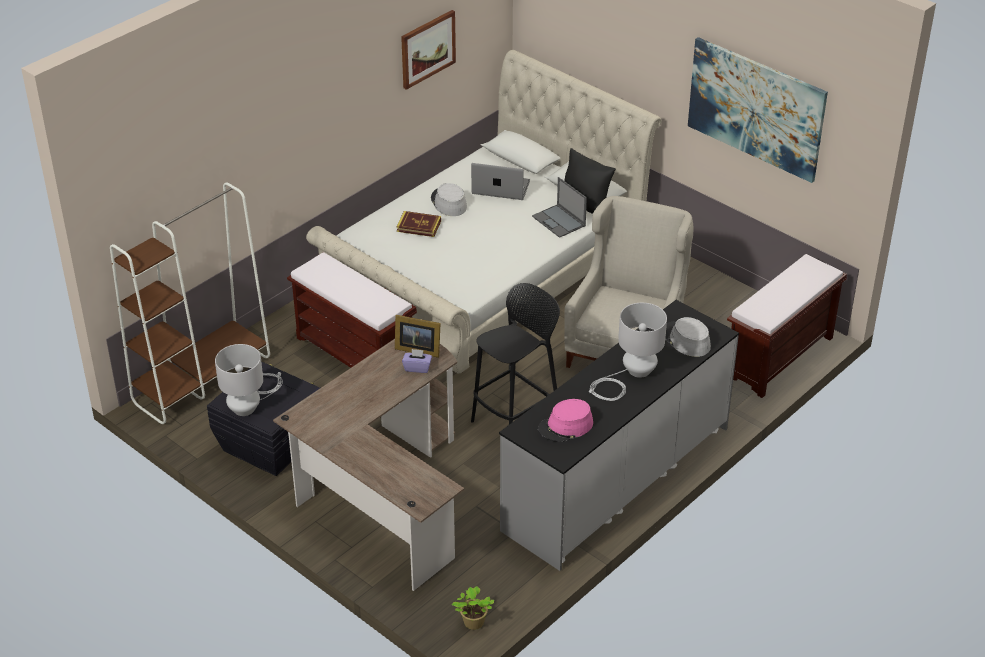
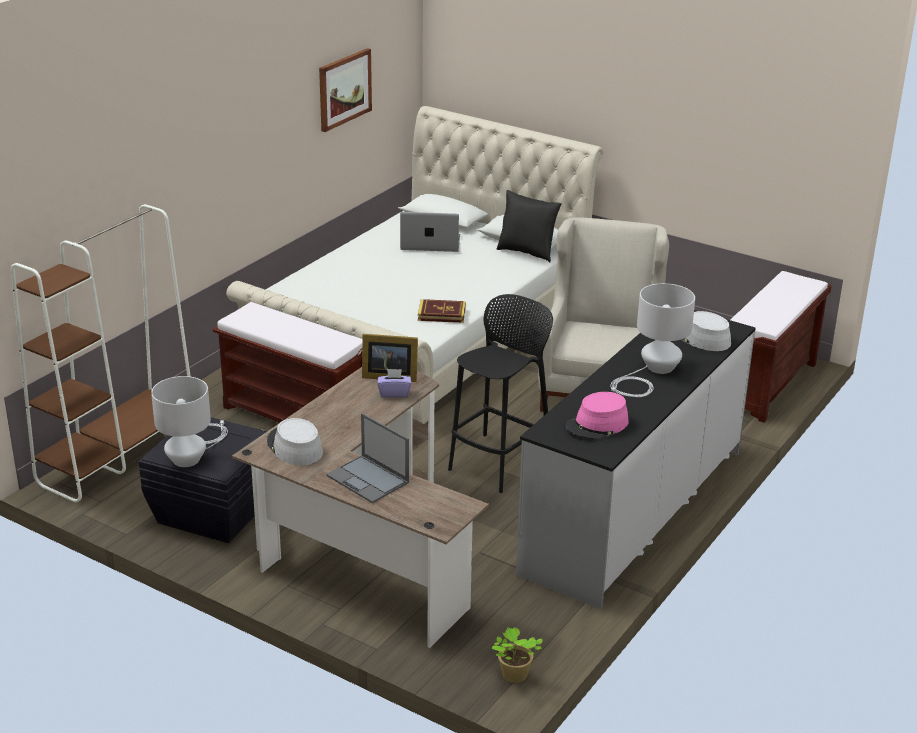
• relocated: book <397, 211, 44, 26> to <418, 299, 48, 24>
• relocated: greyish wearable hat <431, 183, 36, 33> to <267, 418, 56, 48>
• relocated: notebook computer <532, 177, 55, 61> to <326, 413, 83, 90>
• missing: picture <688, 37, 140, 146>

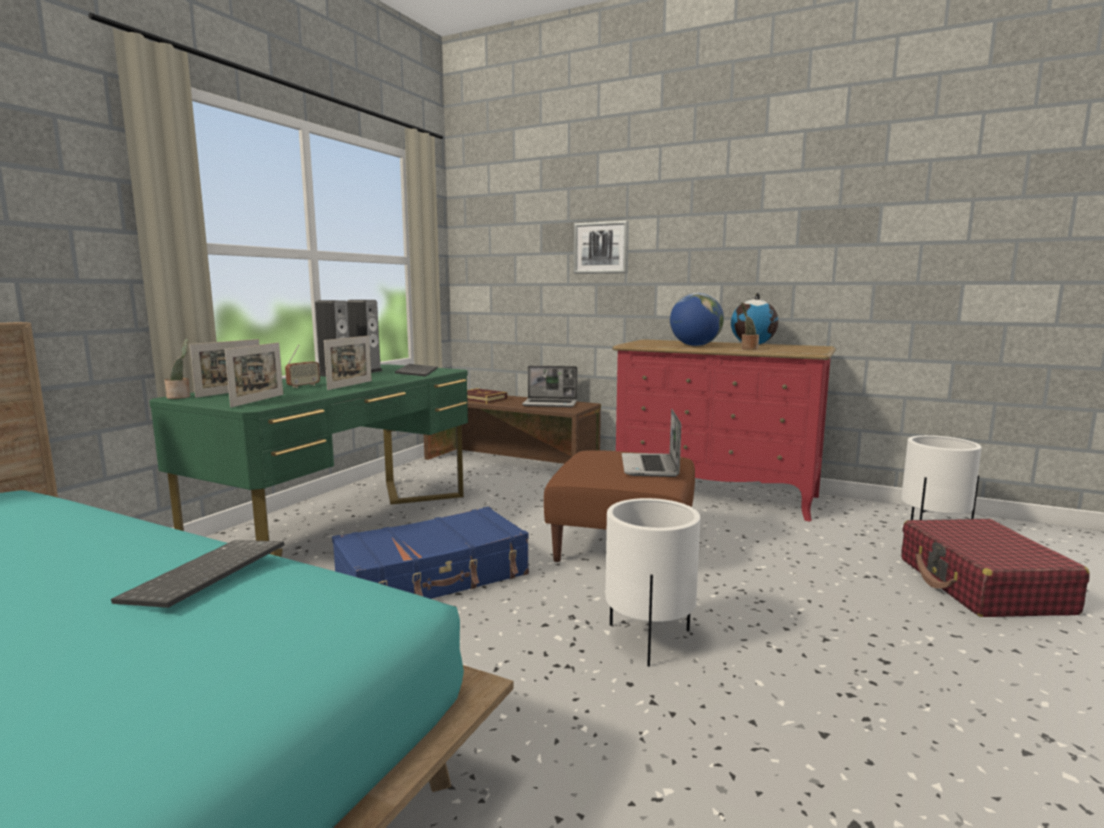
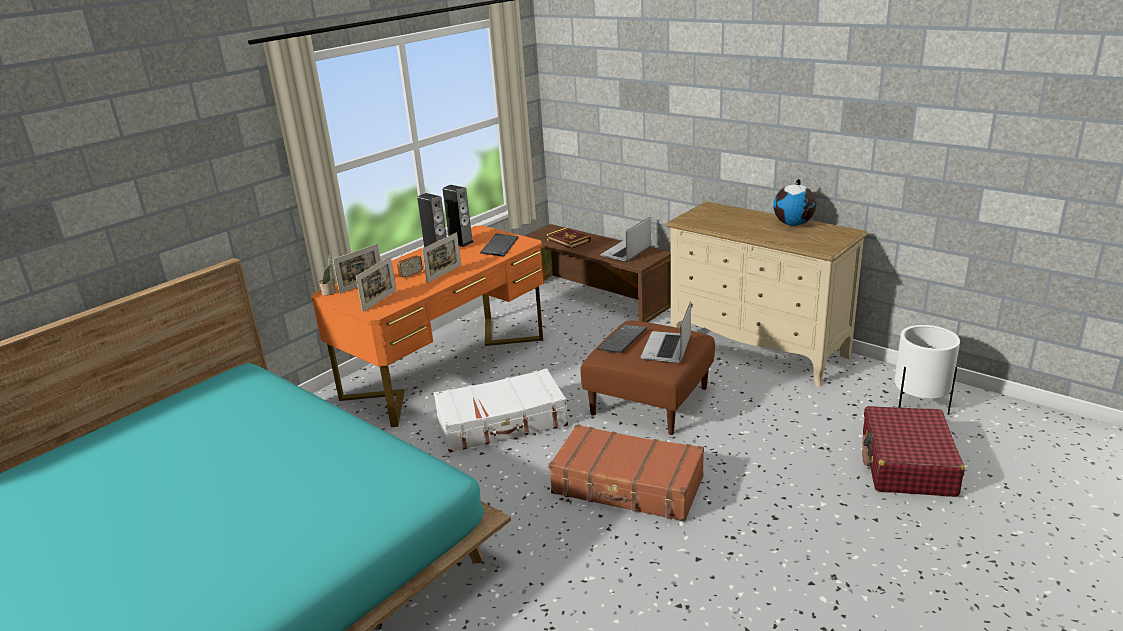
• relocated: keyboard <111, 540, 173, 68> to <597, 325, 50, 28>
• colour: green-coloured desk unit <149, 364, 319, 193> to orange desk unit <311, 225, 233, 202>
• colour: blue travel case <332, 506, 197, 93> to white travel case <434, 368, 134, 85>
• spun: notebook computer <522, 365, 56, 42> = <600, 217, 51, 45> 105 degrees clockwise
• missing: picture <574, 221, 55, 53>
• exchanged: white planter <605, 498, 95, 169> to brown-coloured travel case <549, 424, 155, 98>
• colour: red-coloured drawer chest <612, 339, 224, 183> to sand-coloured drawer chest <665, 201, 204, 186>
• missing: globe <670, 293, 54, 53>
• missing: houseplant <741, 302, 18, 48>

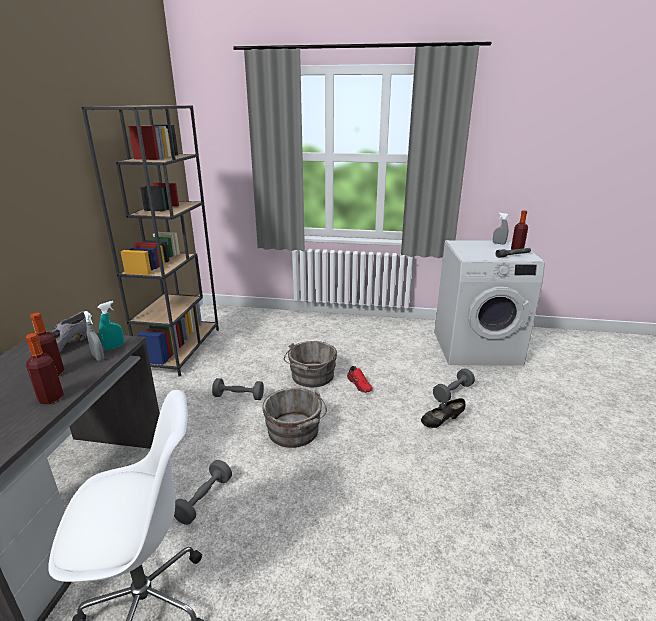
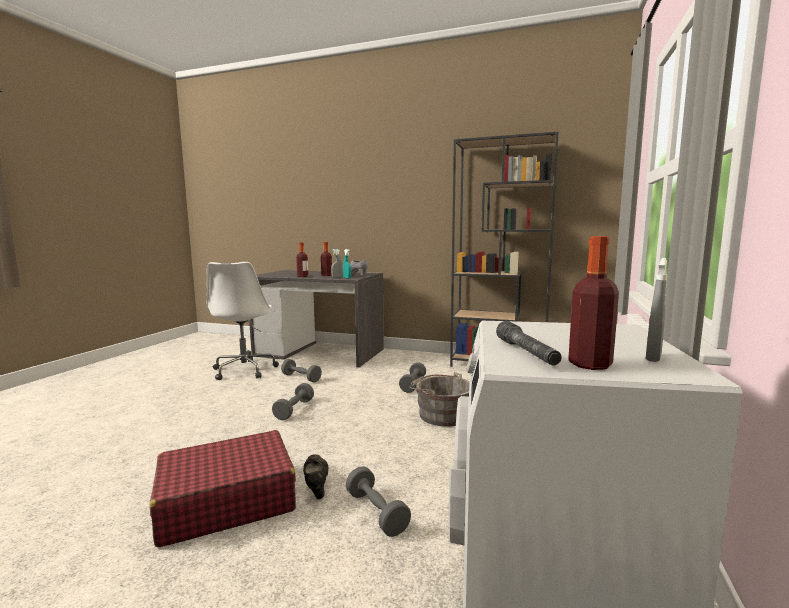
• missing: greyish pail <262, 388, 65, 60>
• missing: red-coloured low shoe <347, 366, 26, 27>
• appeared: red-coloured travel case <150, 430, 146, 118>
• appeared: greyish dumbbell <272, 383, 42, 37>

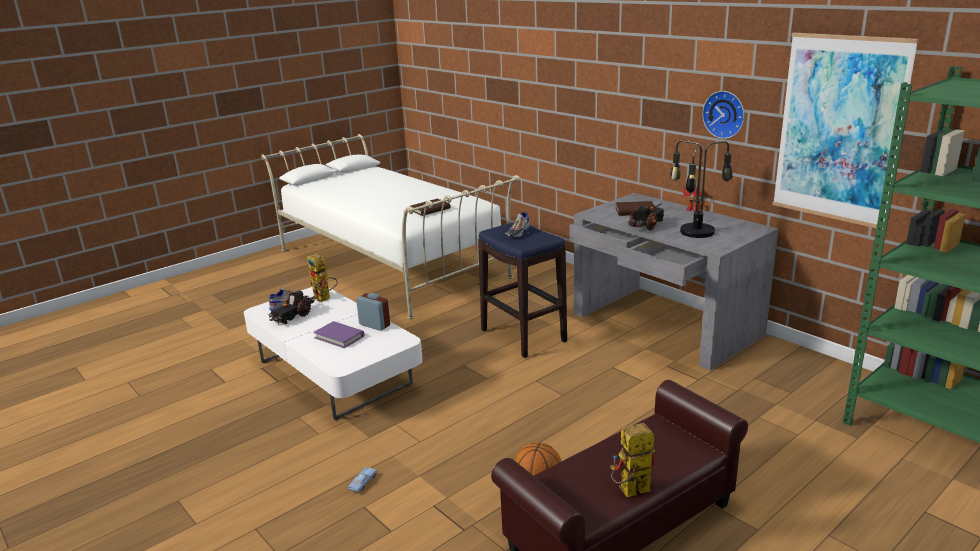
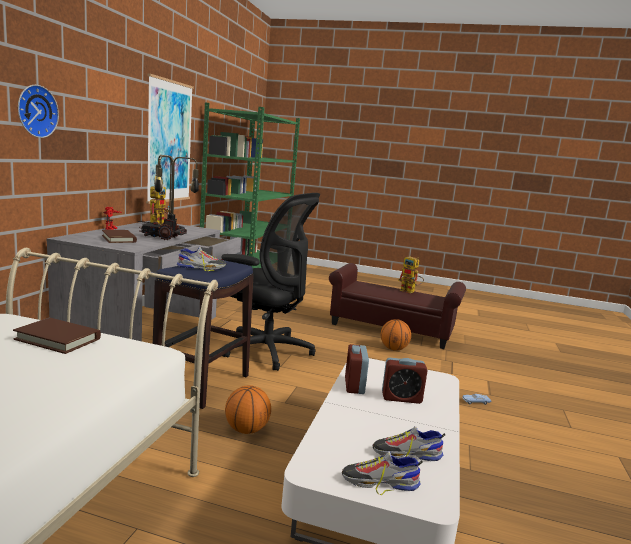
• exchanged: model truck <268, 292, 47, 32> to low shoe <372, 426, 74, 35>
• relocated: robot figure <307, 253, 31, 49> to <150, 186, 19, 38>
• exchanged: purplish book <313, 321, 52, 27> to alarm clock <382, 358, 46, 46>
• relocated: clock on the wall <702, 91, 43, 48> to <18, 85, 41, 53>
• appeared: black-coloured office chair <222, 193, 98, 178>
• appeared: basketball <225, 385, 46, 49>

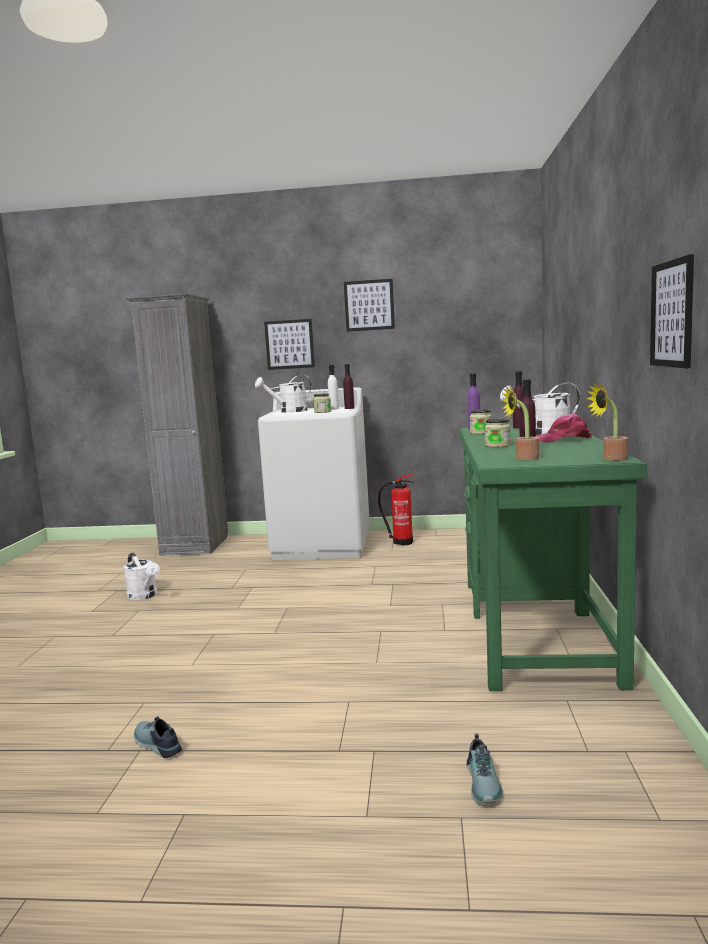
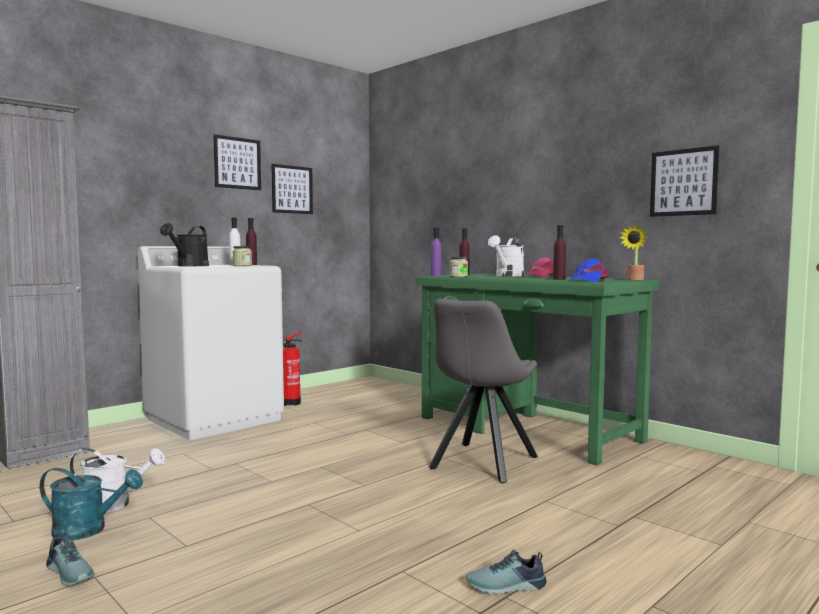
• colour: white watering pot <255, 375, 57, 37> to black-coloured watering pot <160, 223, 49, 43>
• relocated: picture <264, 319, 51, 51> to <271, 164, 42, 50>
• relocated: low shoe <467, 733, 36, 70> to <46, 533, 49, 53>
• missing: storage jar <485, 418, 26, 29>
• exchanged: houseplant <502, 385, 37, 75> to blue peaked cap <569, 258, 39, 24>
• appeared: blue-green watering pot <40, 468, 103, 73>
• appeared: greyish upright chair <429, 299, 109, 184>

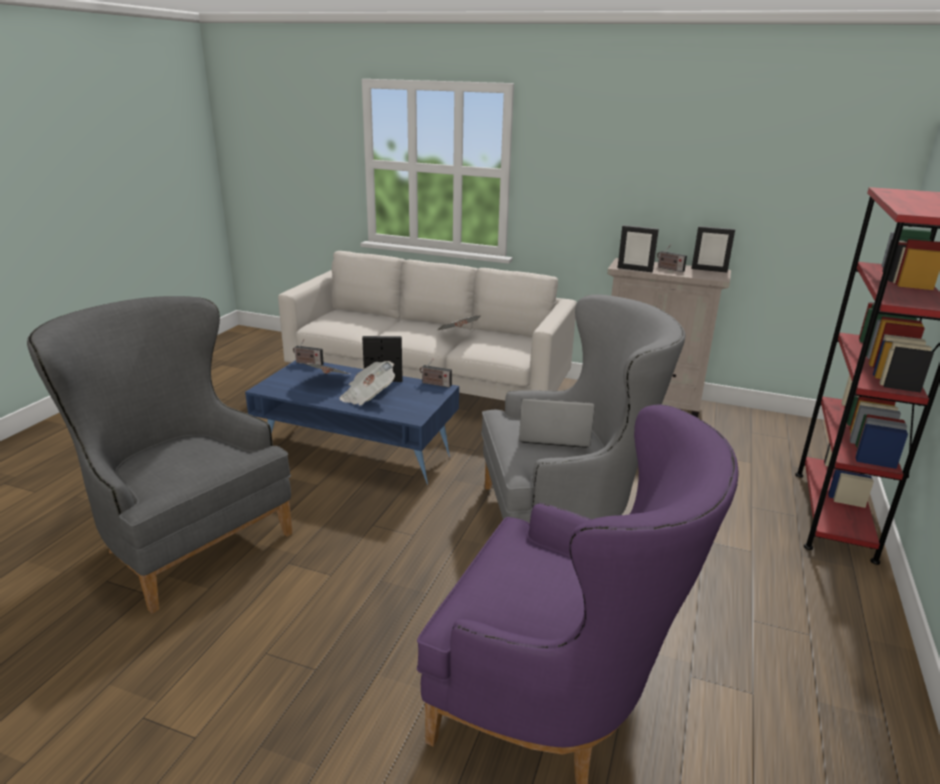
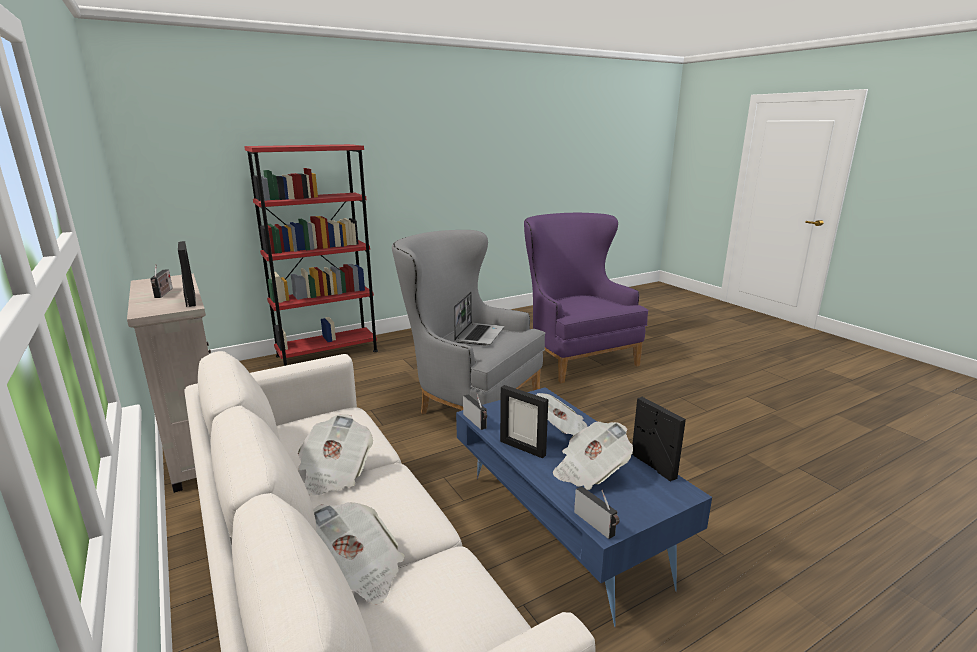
• missing: greyish armchair <27, 296, 266, 318>
• spun: notebook computer <519, 398, 76, 50> = <454, 292, 50, 53> 120 degrees counterclockwise
• relocated: picture frame <691, 226, 44, 46> to <632, 397, 54, 85>
• appeared: daily paper <313, 502, 92, 103>

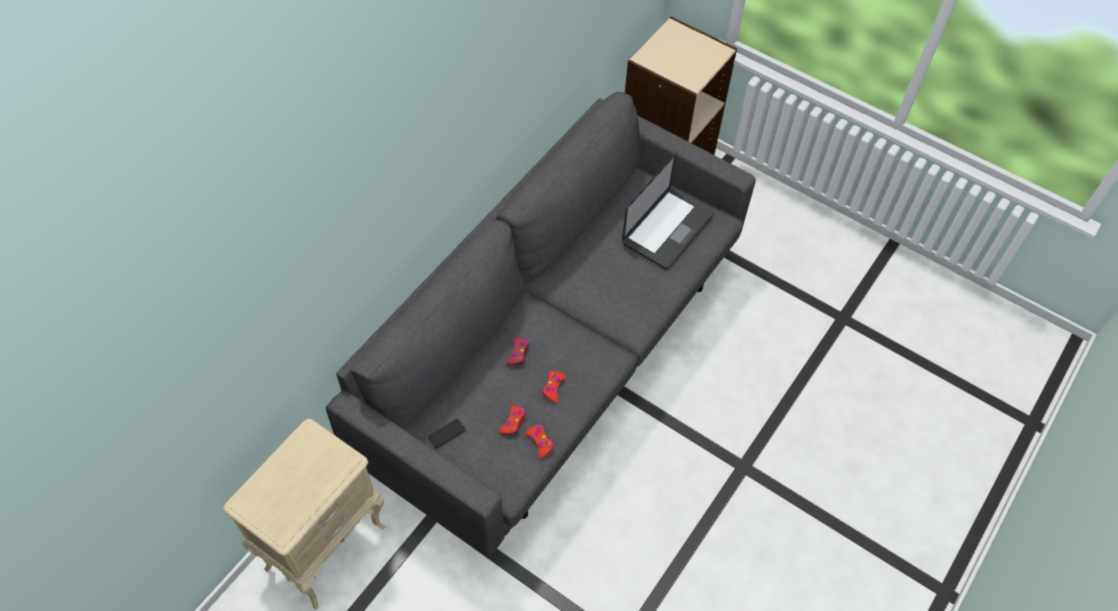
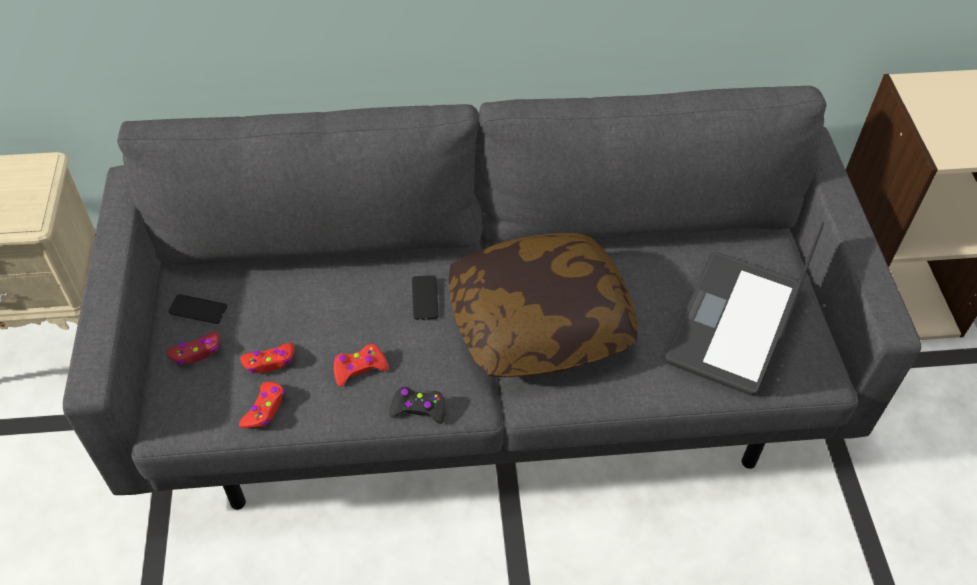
• relocated: red-coloured gamepad <506, 337, 23, 29> to <166, 332, 54, 33>
• spun: notebook computer <622, 153, 92, 117> = <665, 221, 159, 175> 120 degrees clockwise
• appeared: black-coloured gamepad <389, 386, 56, 38>
• appeared: telephone <412, 275, 27, 45>
• appeared: throw pillow <448, 232, 190, 145>

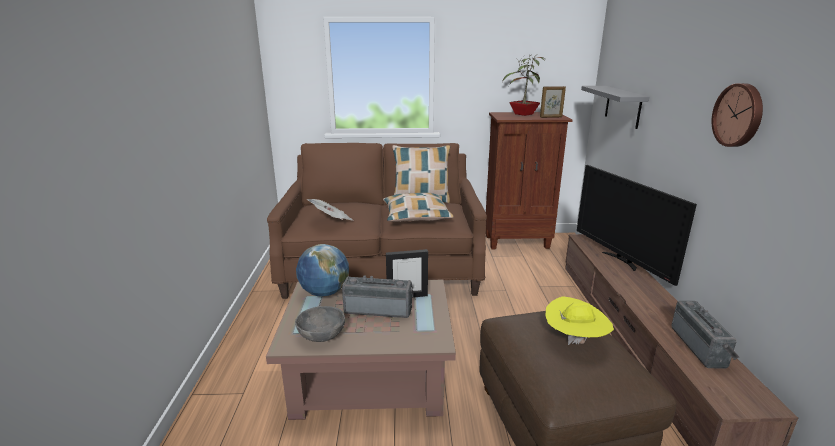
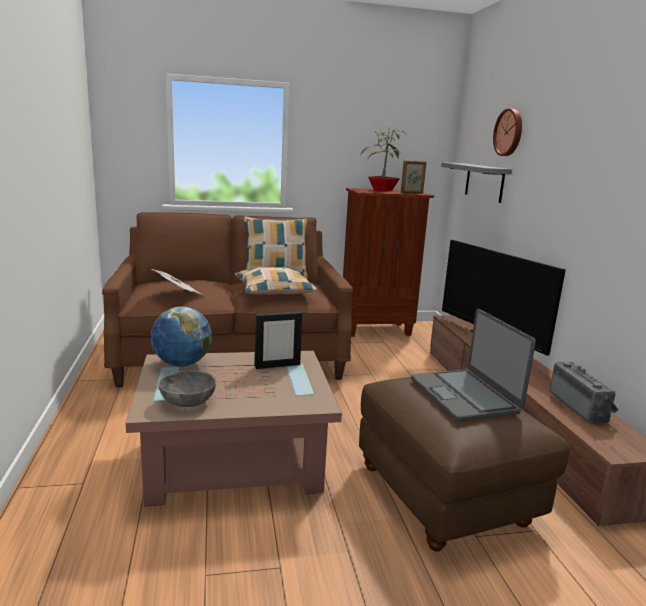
• missing: radio receiver <342, 275, 72, 43>
• exchanged: yellow-coloured wearable hat <545, 296, 69, 49> to notebook computer <411, 309, 125, 113>
• relocated: clock on the wall <712, 83, 51, 64> to <493, 109, 29, 47>

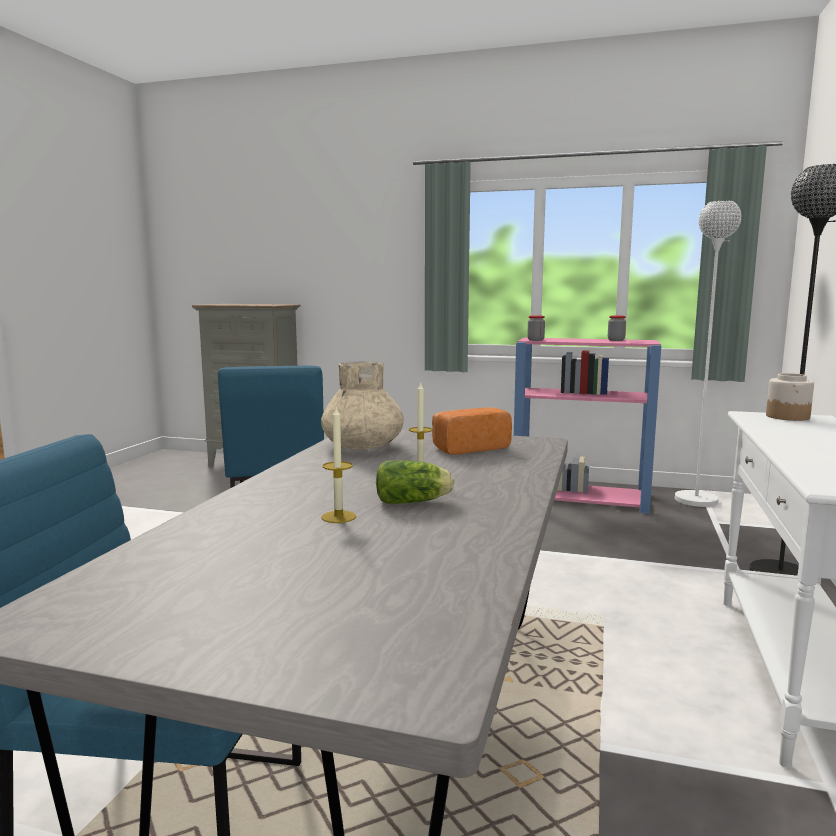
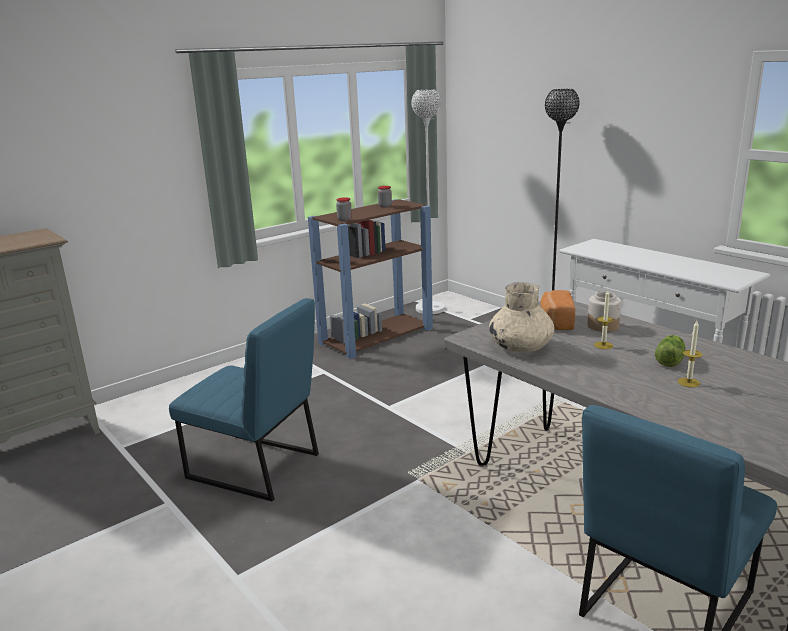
• colour: pink bookcase <514, 338, 147, 176> to brown-coloured bookcase <308, 199, 125, 160>
• relocated: storage jar <766, 373, 48, 48> to <587, 292, 34, 40>

